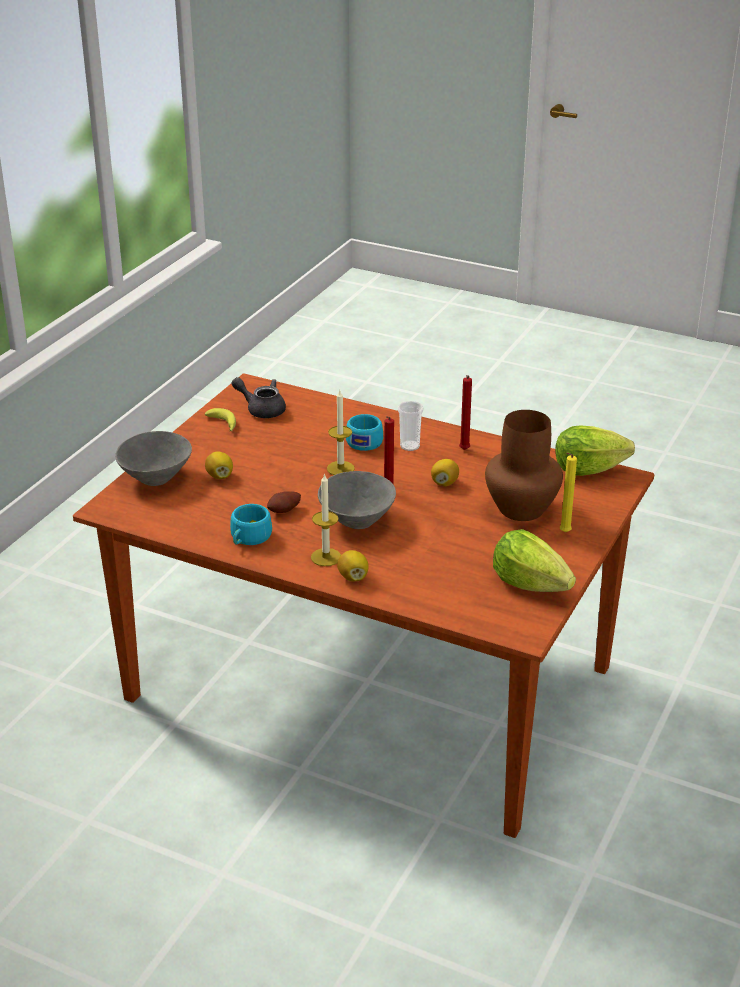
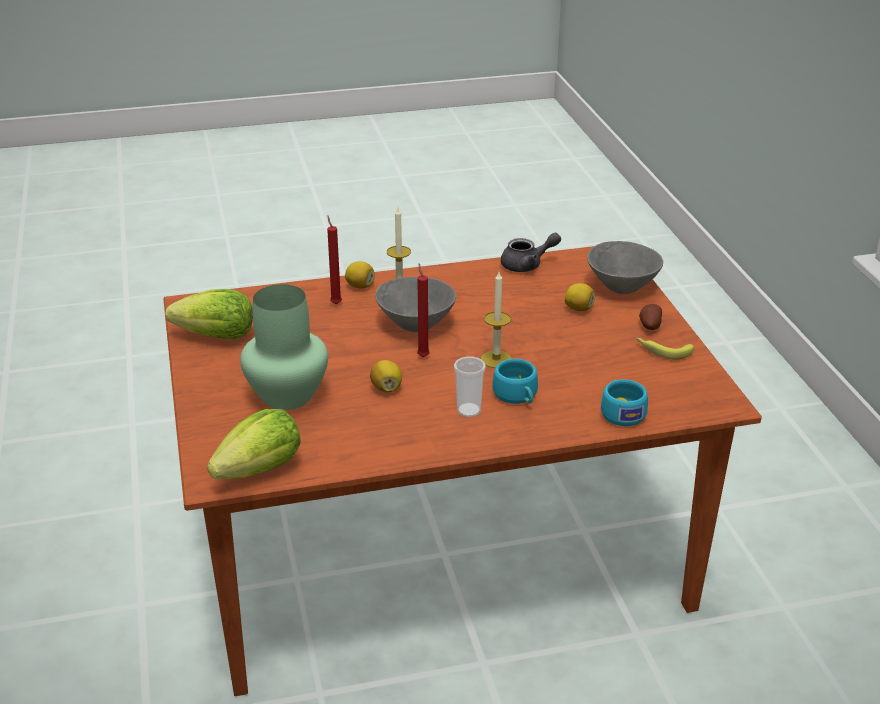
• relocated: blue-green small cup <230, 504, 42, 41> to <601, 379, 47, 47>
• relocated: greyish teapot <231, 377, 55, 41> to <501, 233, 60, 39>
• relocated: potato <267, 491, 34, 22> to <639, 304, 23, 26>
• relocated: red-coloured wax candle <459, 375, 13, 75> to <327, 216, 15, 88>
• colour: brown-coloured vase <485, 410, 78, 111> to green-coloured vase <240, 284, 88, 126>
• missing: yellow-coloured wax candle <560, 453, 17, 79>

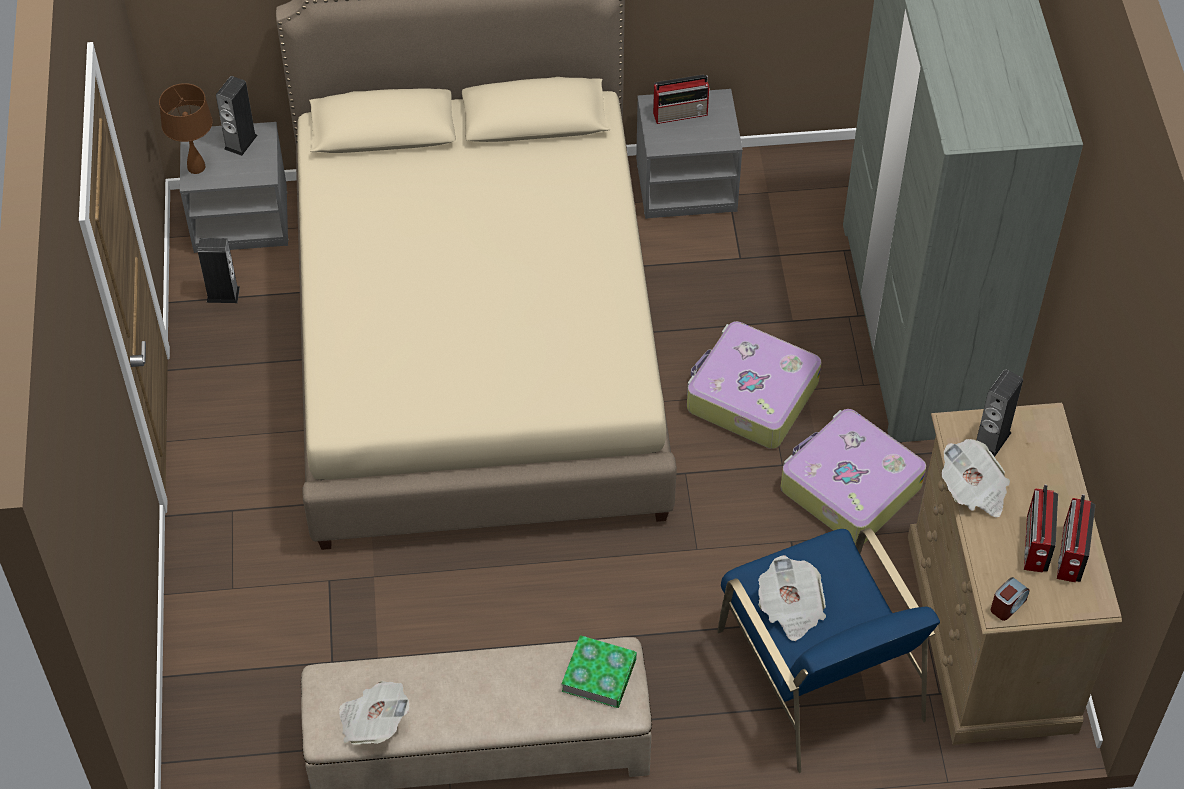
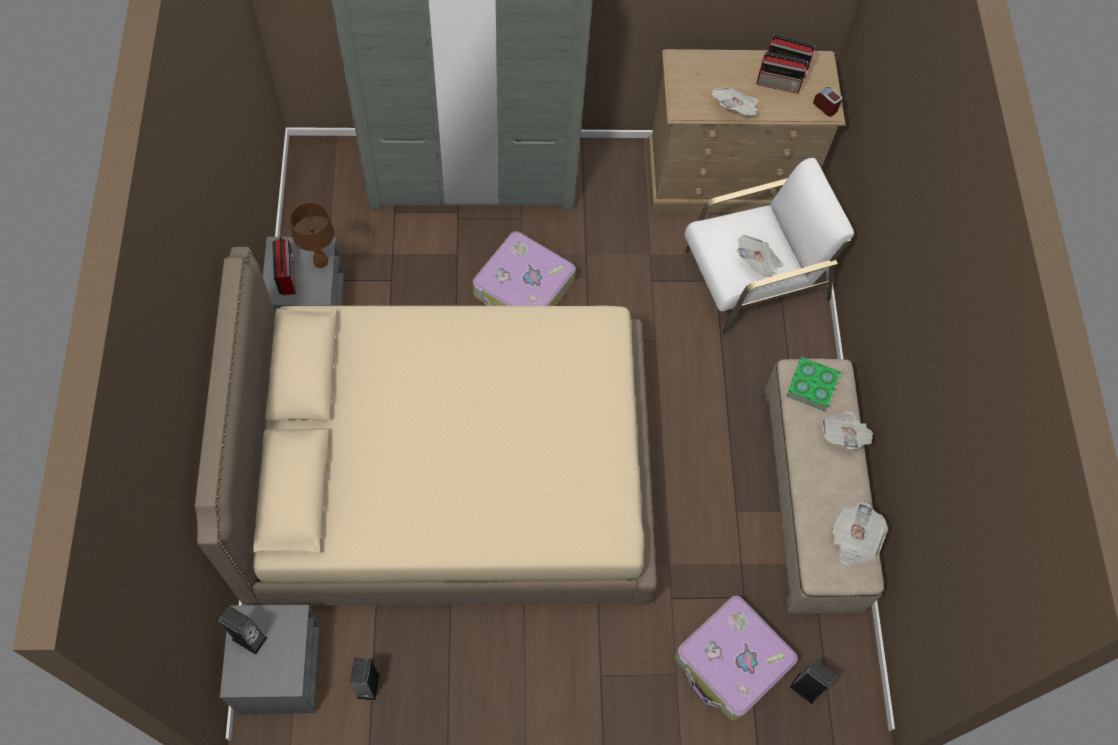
• relocated: brown-coloured lamp for a table <159, 83, 54, 91> to <290, 202, 45, 66>
• colour: blue armchair <717, 528, 223, 245> to white armchair <685, 158, 169, 177>
• relocated: travel case <780, 409, 146, 135> to <675, 596, 123, 125>
• relocated: audio speaker <976, 369, 47, 88> to <789, 660, 48, 44>
• appeared: daily paper <822, 411, 51, 39>

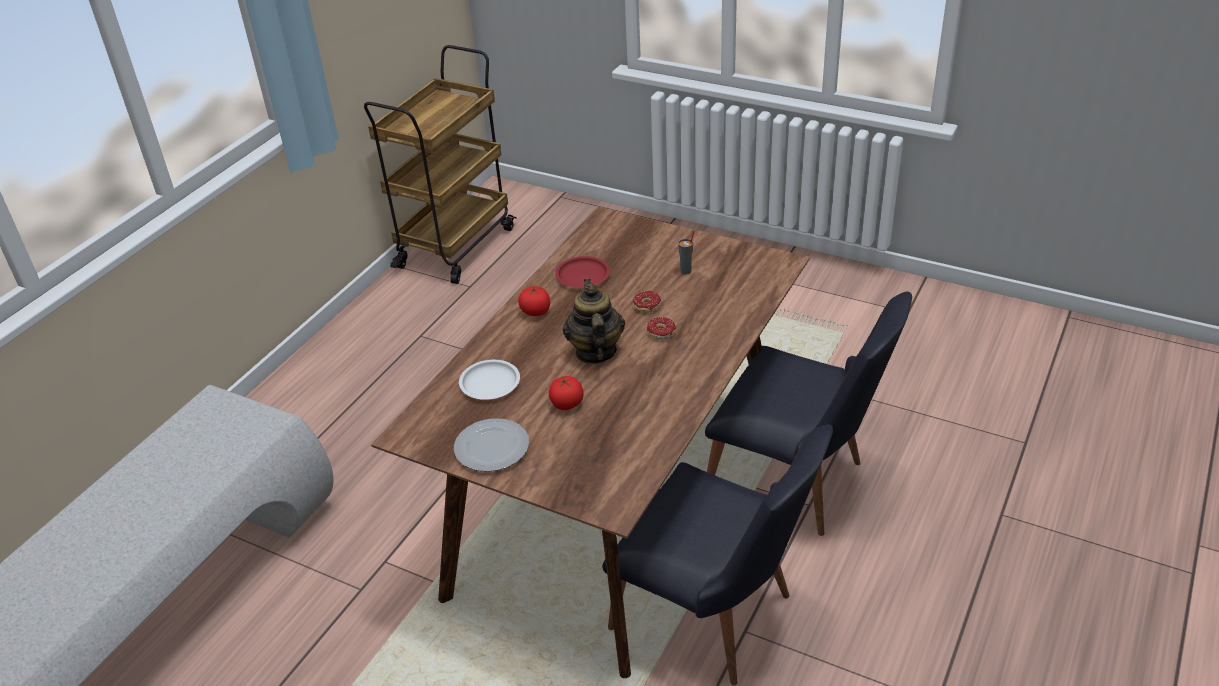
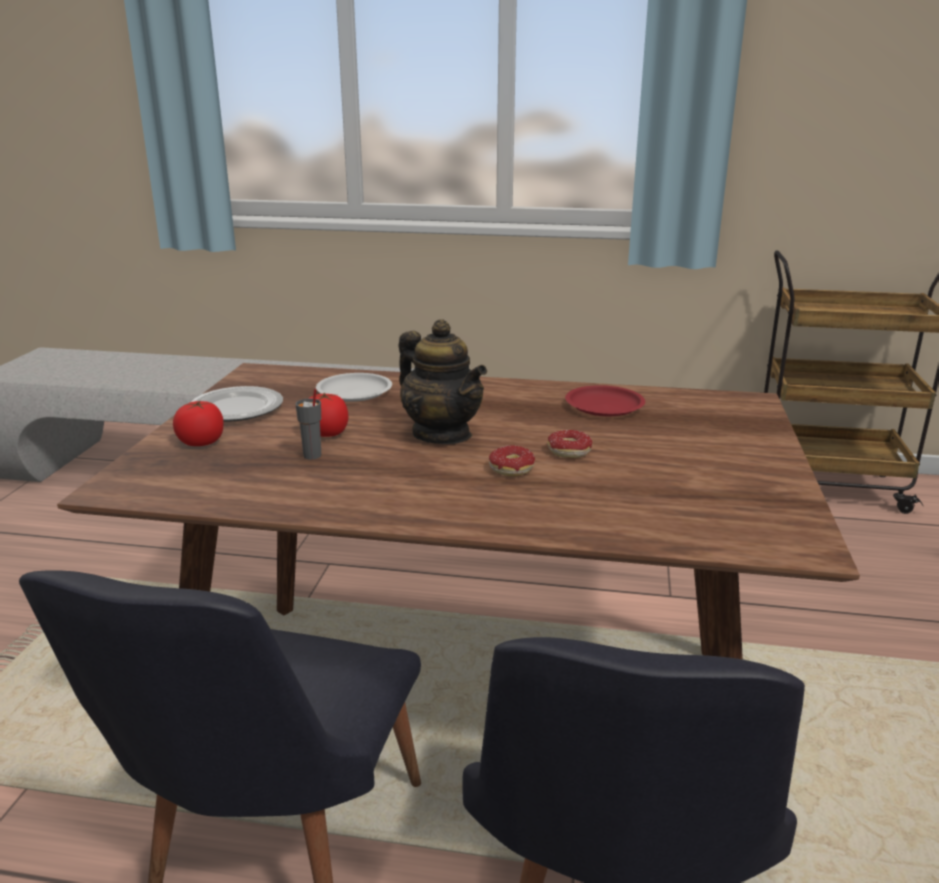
• relocated: fresh tomato <518, 285, 32, 31> to <173, 401, 50, 45>
• spun: teapot <563, 279, 62, 85> = <398, 319, 89, 125> 75 degrees clockwise
• relocated: greyish small cup <678, 231, 17, 44> to <295, 389, 26, 70>

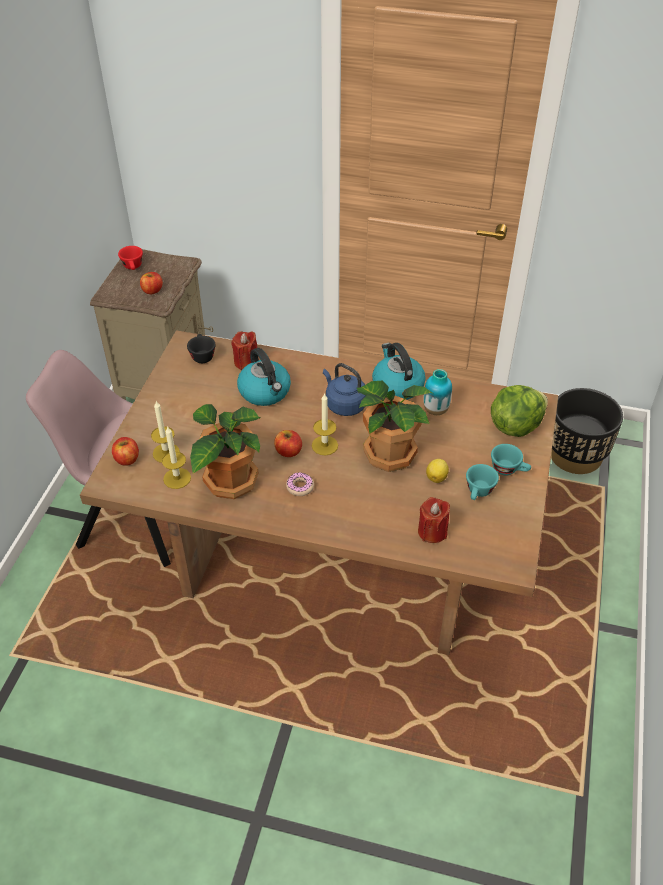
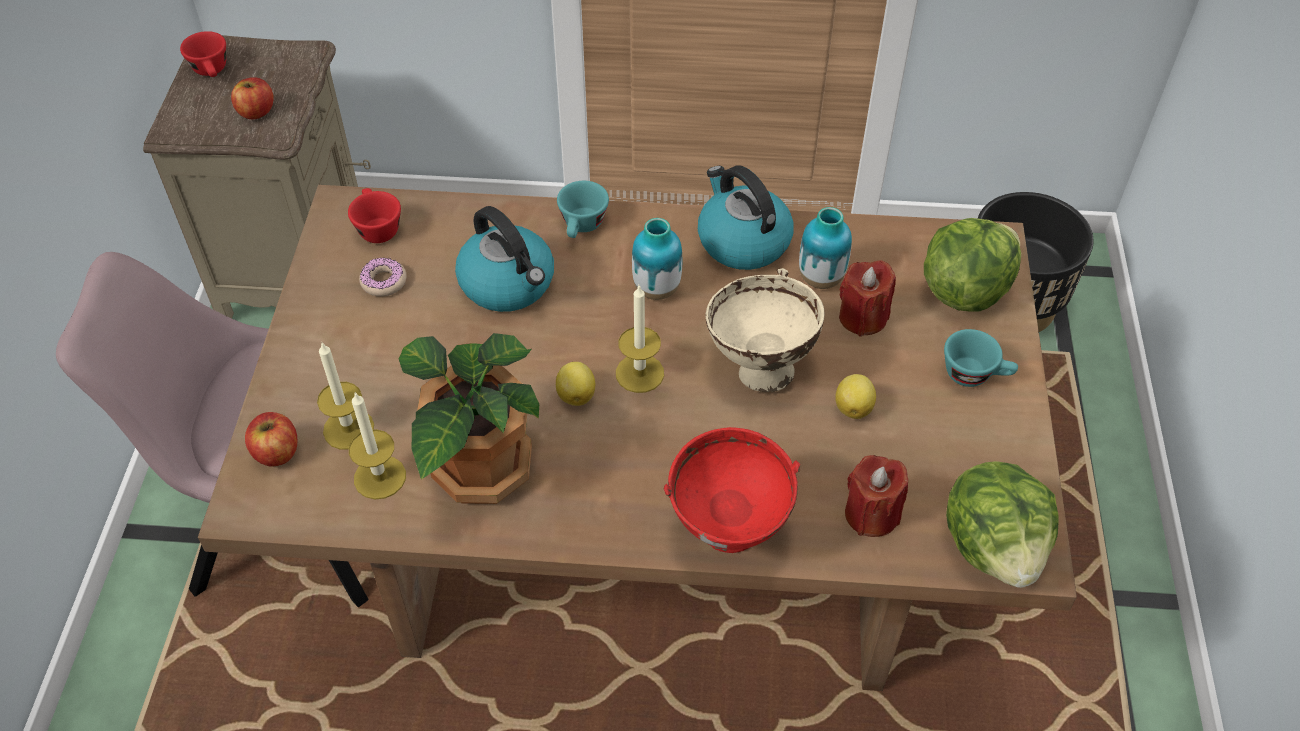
• colour: black-coloured small cup <187, 334, 28, 29> to red-coloured small cup <348, 188, 53, 55>
• relocated: red-coloured wax candle <231, 331, 26, 39> to <839, 260, 57, 77>
• exchanged: whole apple <274, 430, 28, 27> to lemon <556, 362, 39, 44>
• relocated: donut <286, 472, 28, 24> to <359, 258, 48, 39>
• exchanged: blue kettle <323, 363, 43, 53> to vase <632, 218, 50, 82>
• exchanged: houseplant <357, 381, 75, 91> to sand-coloured deep dish <705, 268, 119, 124>
• relocated: blue-green small cup <466, 464, 33, 36> to <557, 181, 52, 57>
• appeared: red-coloured deep dish <664, 427, 136, 126>
• appeared: lettuce <946, 461, 113, 127>

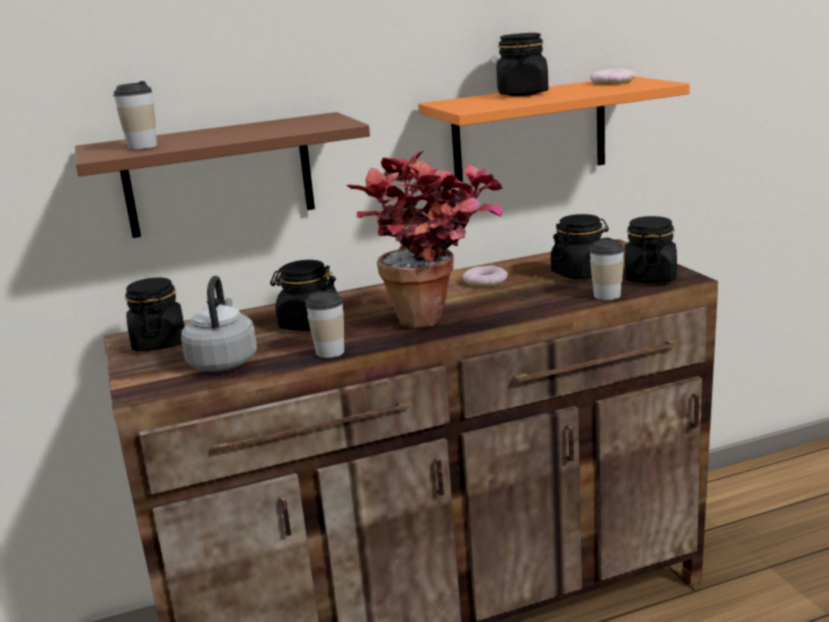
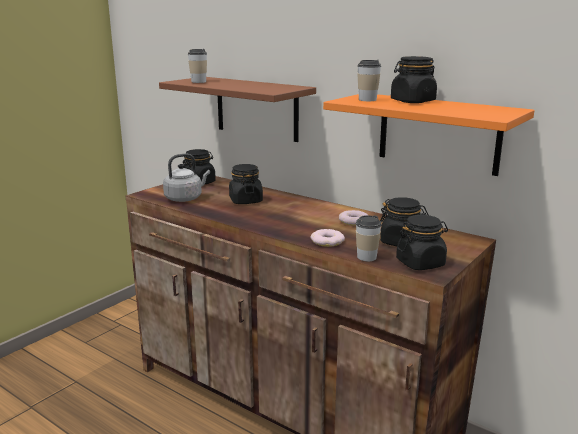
• relocated: small cup <305, 289, 39, 69> to <357, 60, 24, 41>
• missing: houseplant <346, 151, 157, 177>
• relocated: donut <590, 69, 46, 16> to <310, 229, 35, 18>

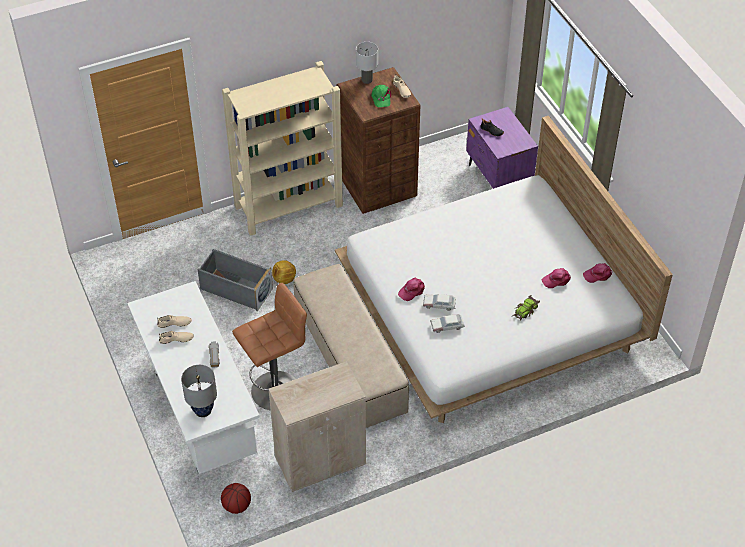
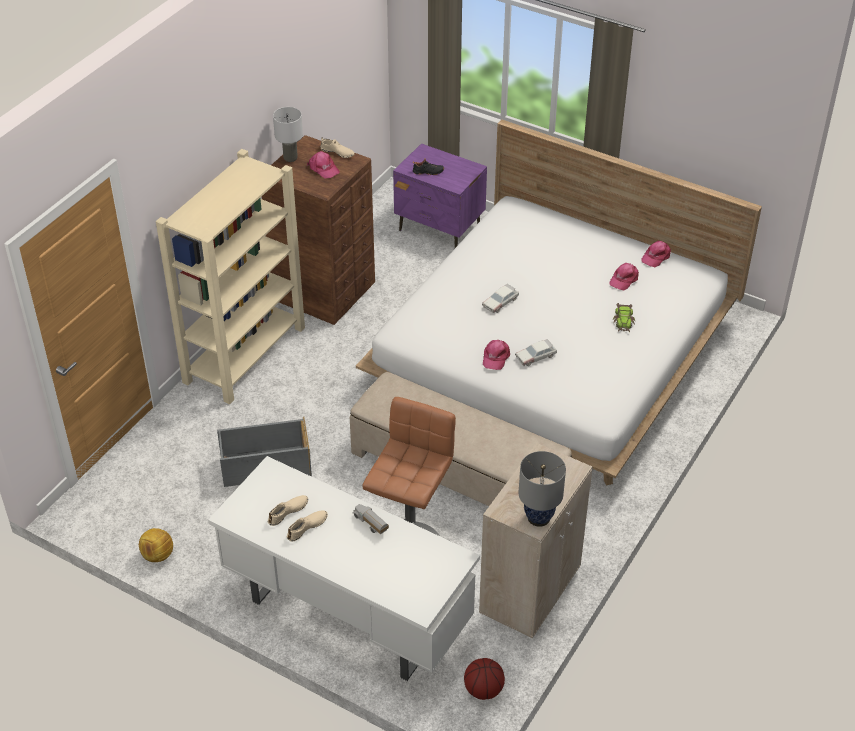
• relocated: greyish lamp for a table <181, 365, 36, 52> to <519, 451, 47, 76>
• relocated: football <272, 260, 24, 24> to <139, 528, 34, 34>
• colour: green-coloured peaked cap <371, 85, 21, 22> to pink peaked cap <307, 151, 33, 27>
• relocated: model car <430, 314, 34, 19> to <482, 284, 37, 30>

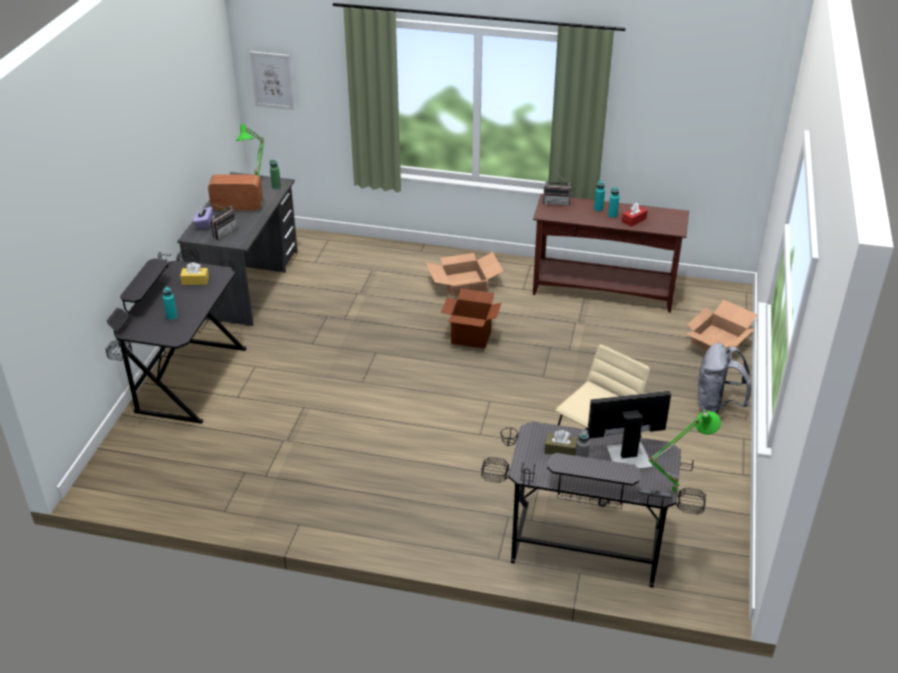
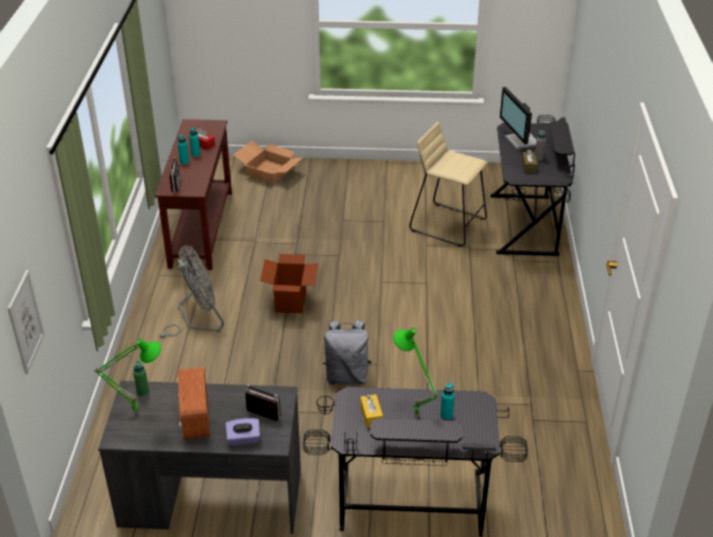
• exchanged: packing box <426, 252, 77, 44> to greyish fan <159, 245, 65, 93>
• relocated: green-coloured lamp for a table <648, 411, 73, 82> to <393, 327, 45, 88>
• relocated: greyish knapsack <697, 343, 54, 71> to <323, 320, 49, 65>

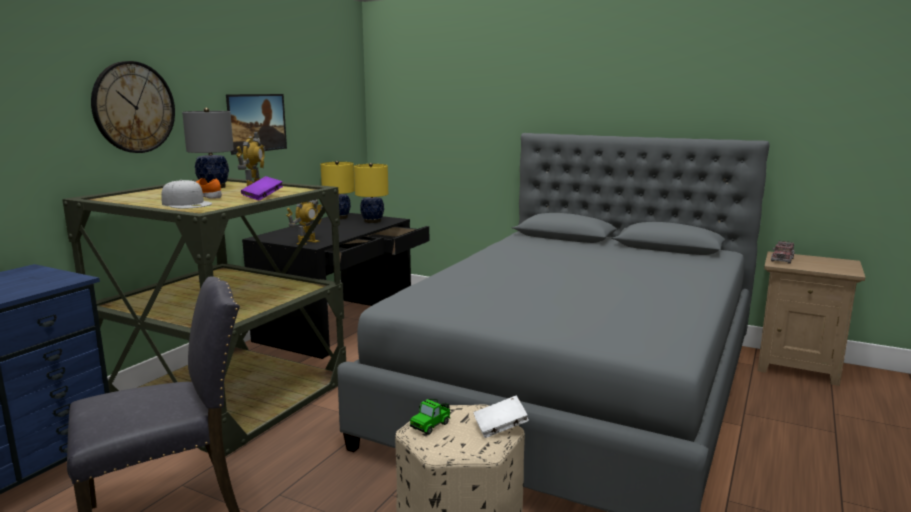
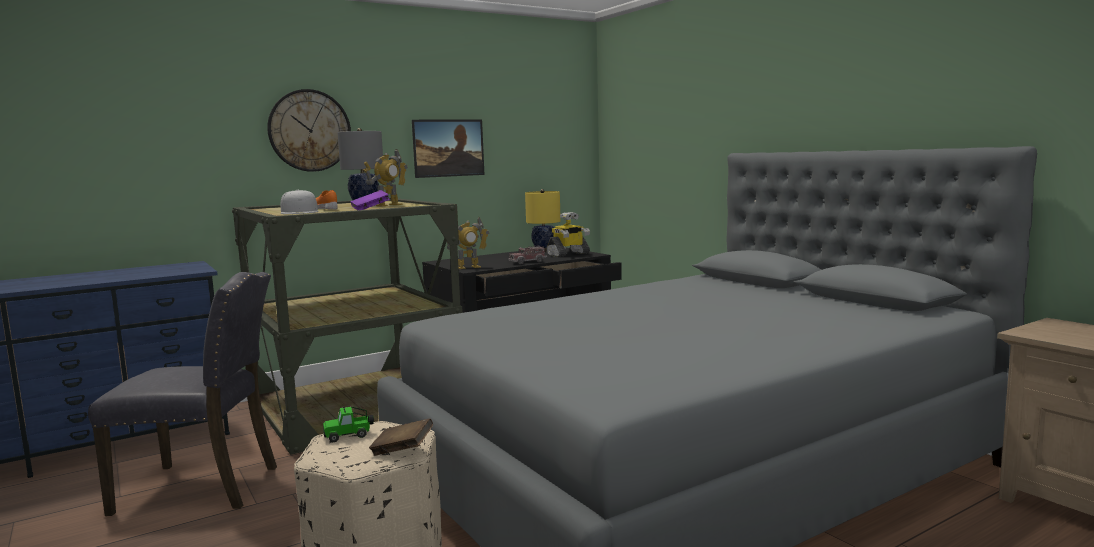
• exchanged: yellow-coloured lamp for a table <354, 163, 34, 60> to robot figure <546, 212, 44, 45>
• colour: white book <473, 396, 56, 42> to brown-coloured book <369, 418, 64, 38>
• relocated: model truck <771, 241, 24, 23> to <509, 246, 38, 18>

